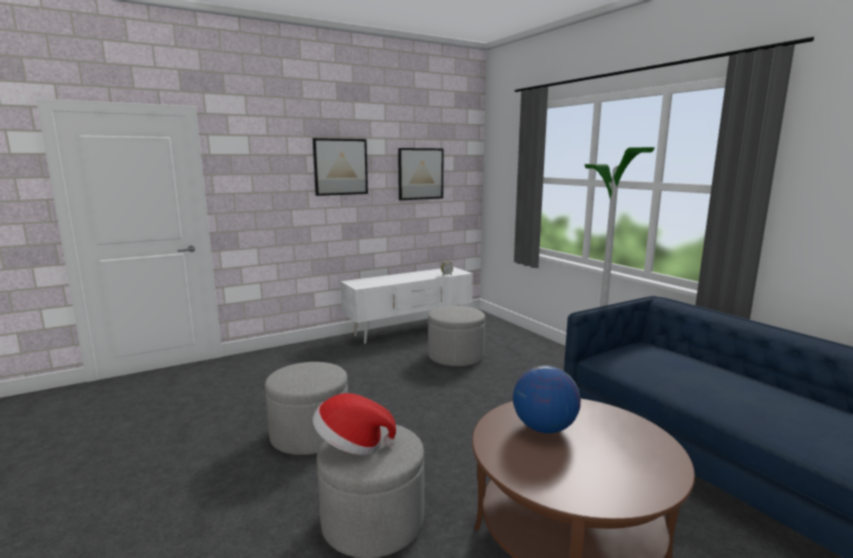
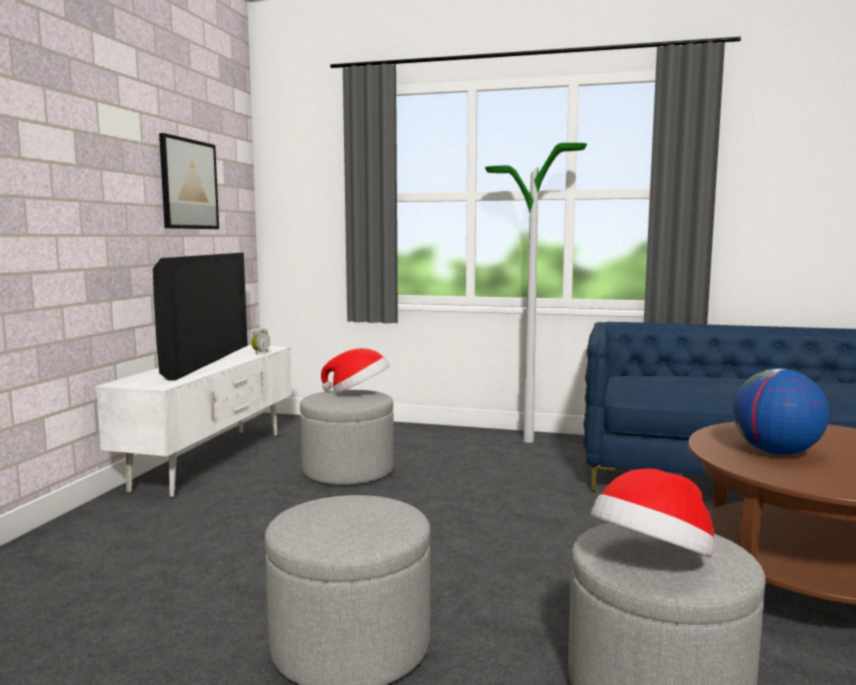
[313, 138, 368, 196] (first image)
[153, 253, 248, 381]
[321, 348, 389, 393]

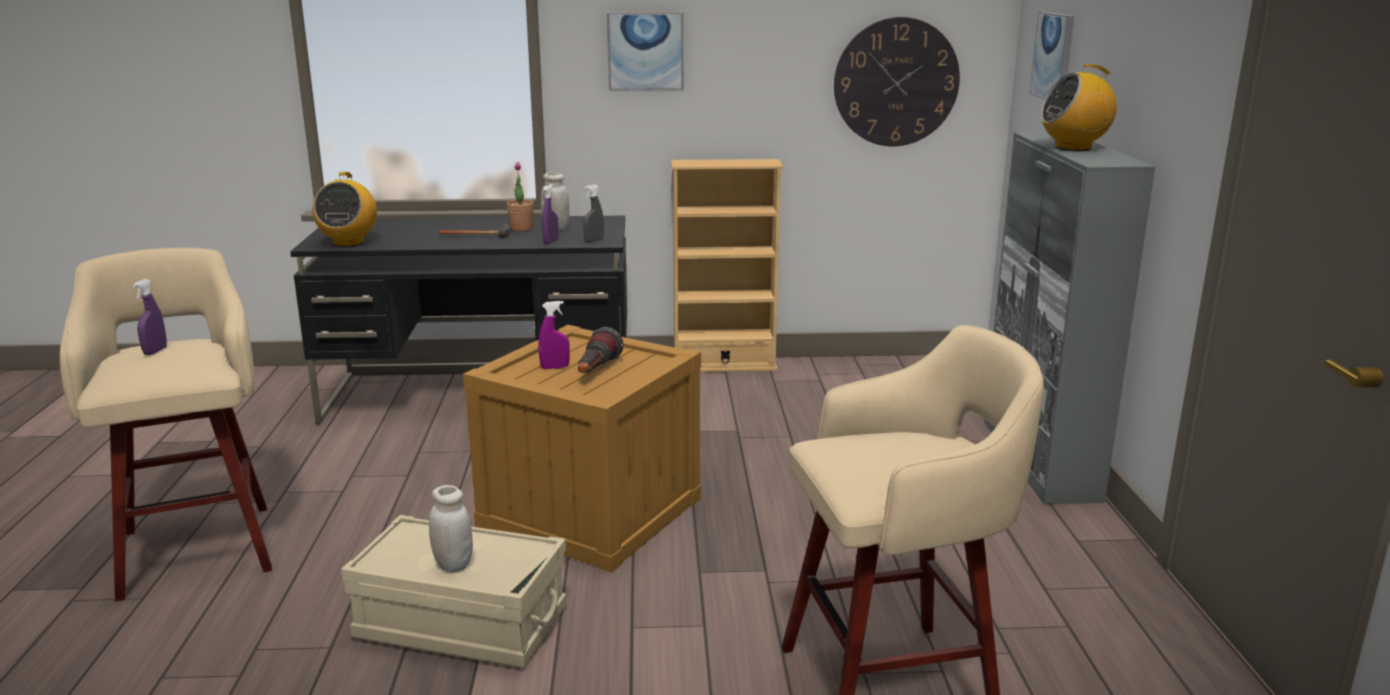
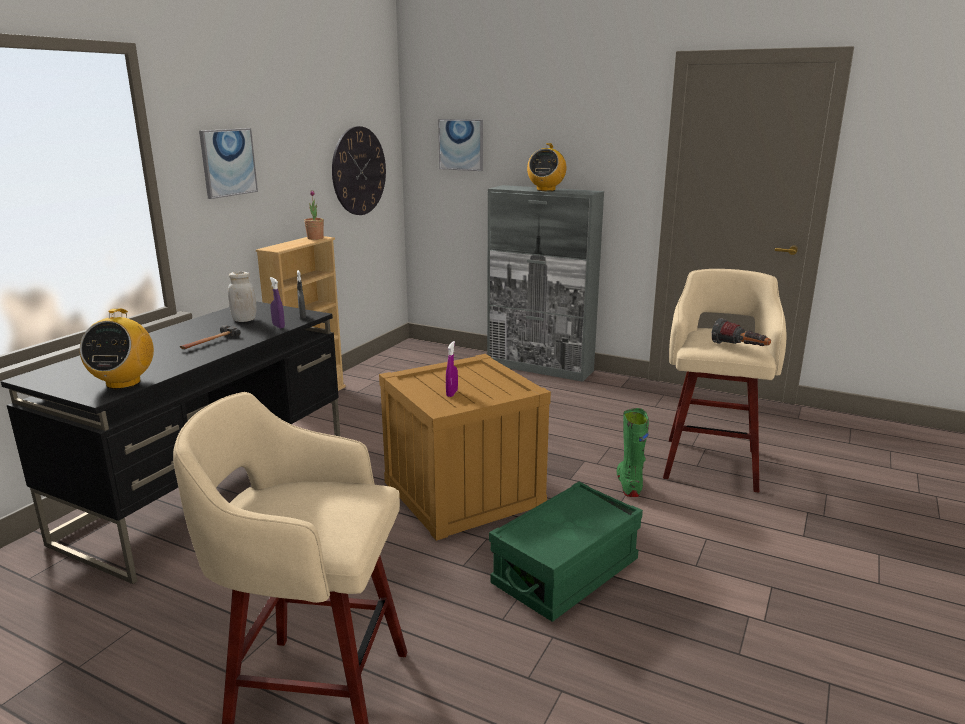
[133, 279, 167, 355] (first image)
[429, 485, 473, 572] (first image)
[616, 408, 649, 497]
[304, 190, 324, 240]
[711, 318, 771, 346]
[489, 482, 643, 622]
[80, 309, 154, 389]

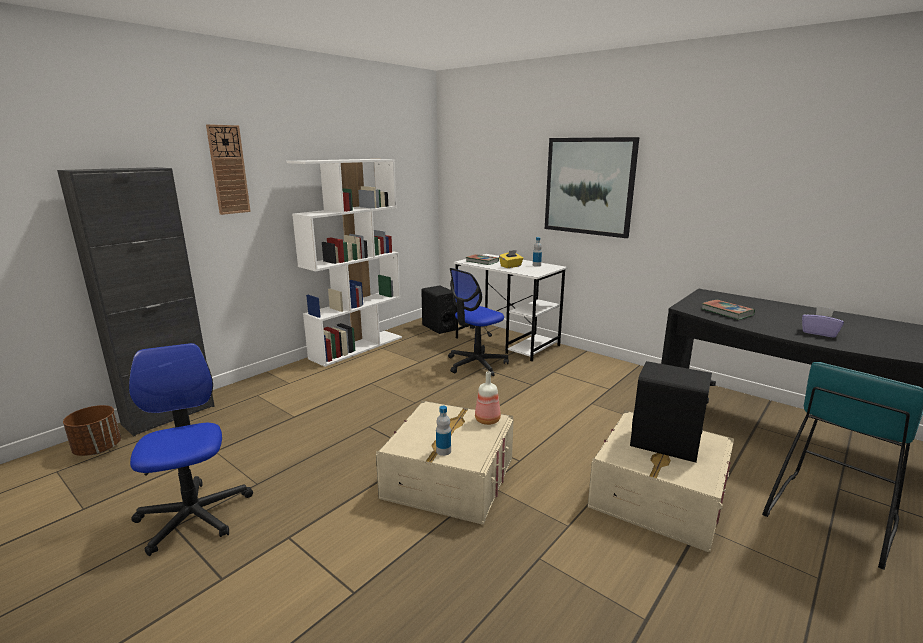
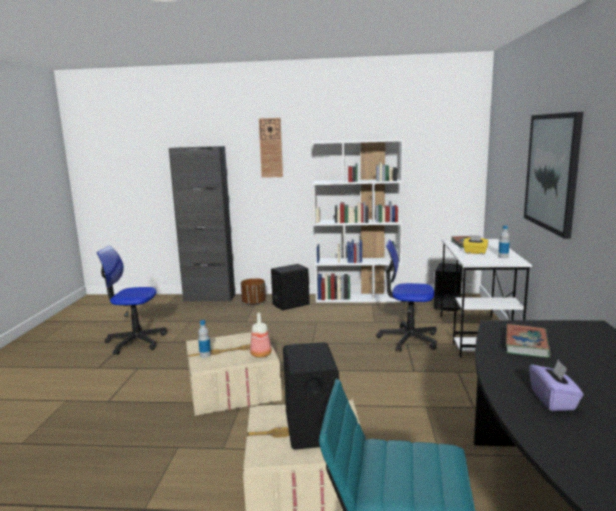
[271, 264, 310, 311]
[241, 278, 266, 305]
[97, 246, 167, 355]

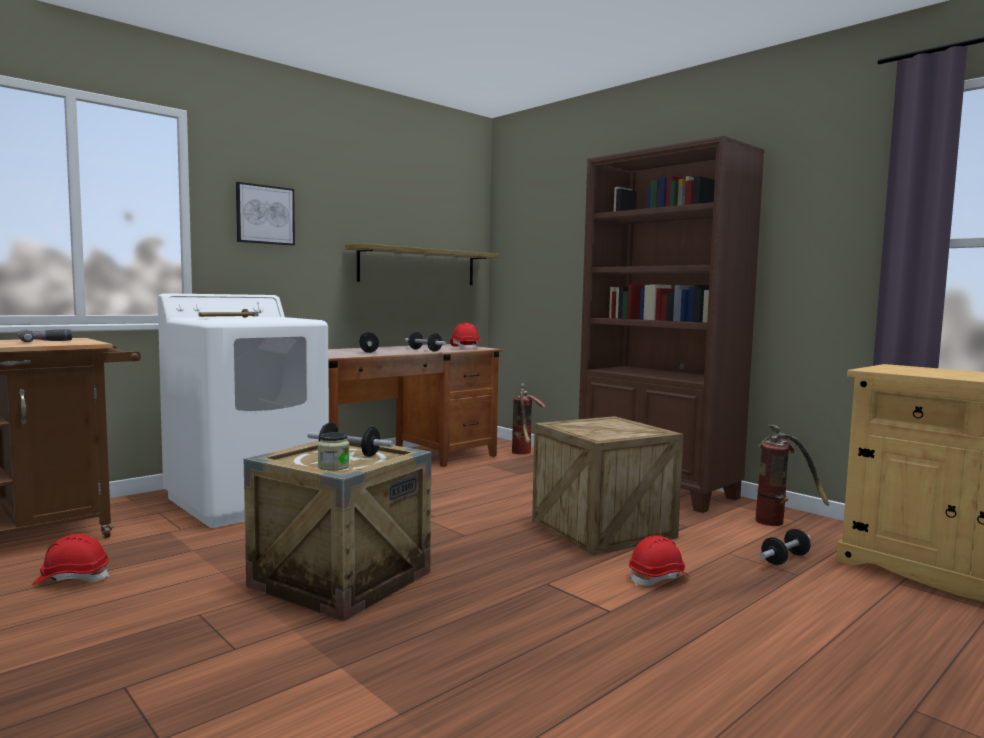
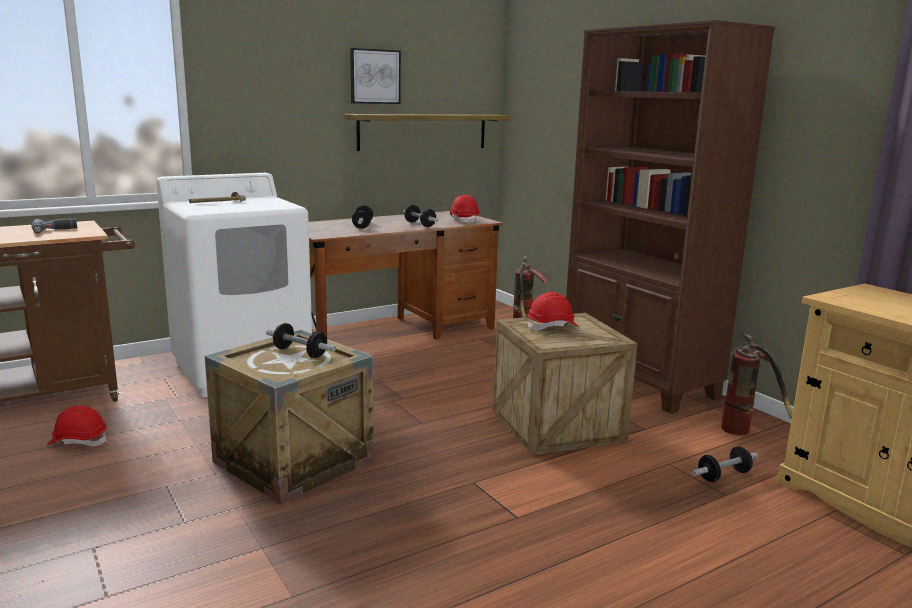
[318, 432, 349, 471] (first image)
[350, 48, 401, 104]
[527, 292, 579, 330]

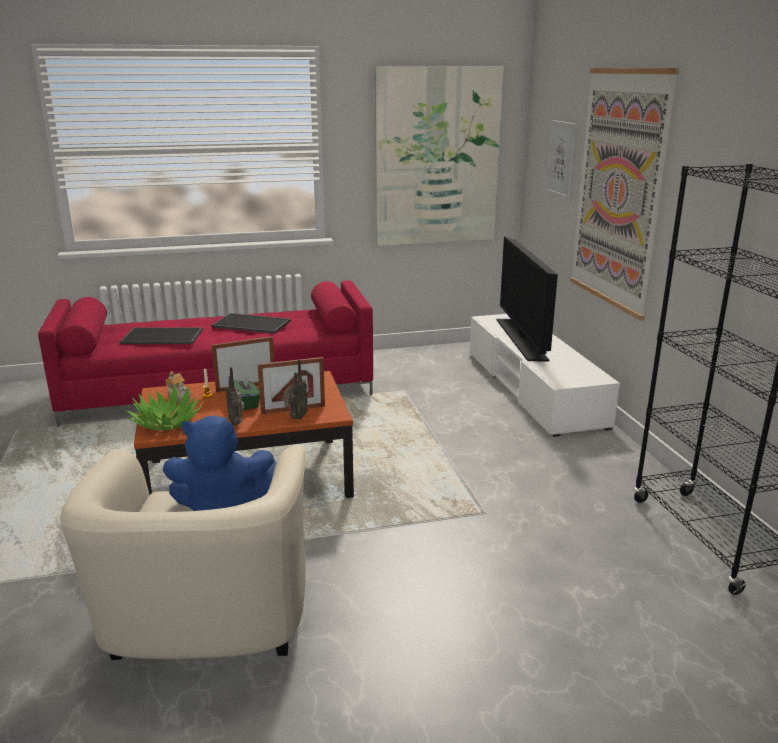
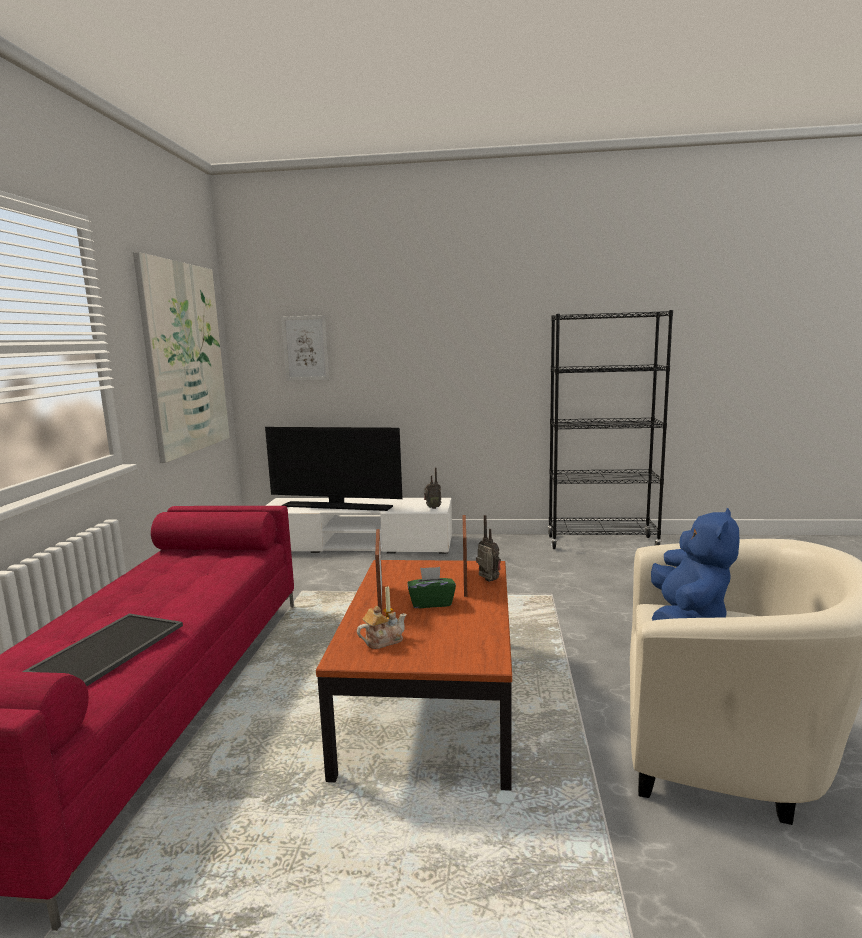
[125, 384, 202, 431] (first image)
[211, 313, 291, 334] (first image)
[570, 68, 679, 321] (first image)
[424, 467, 442, 509]

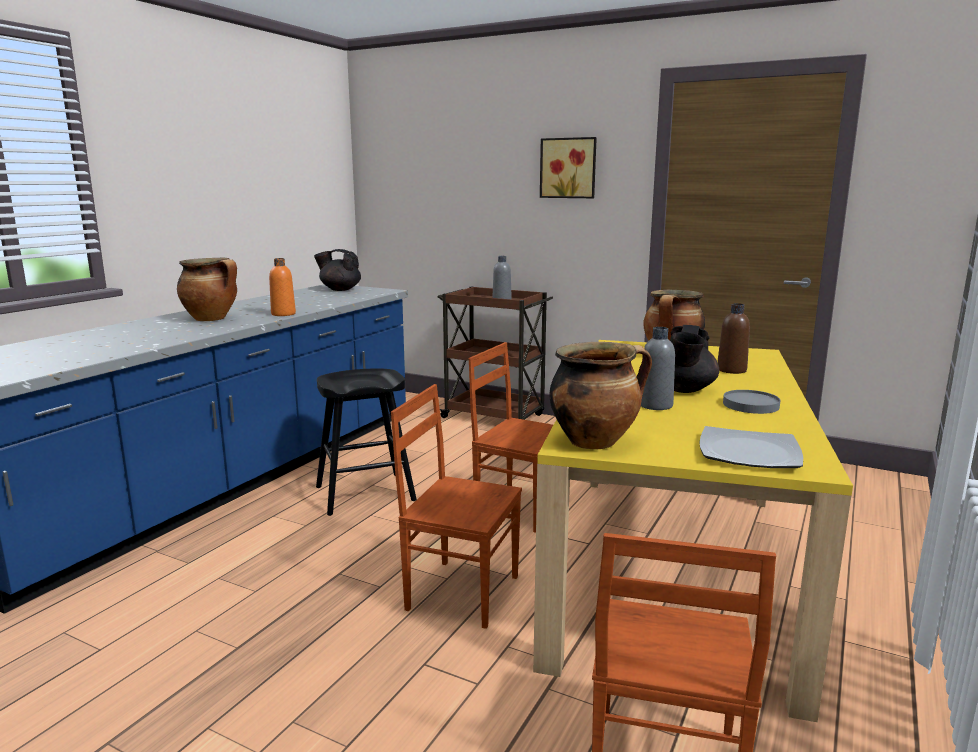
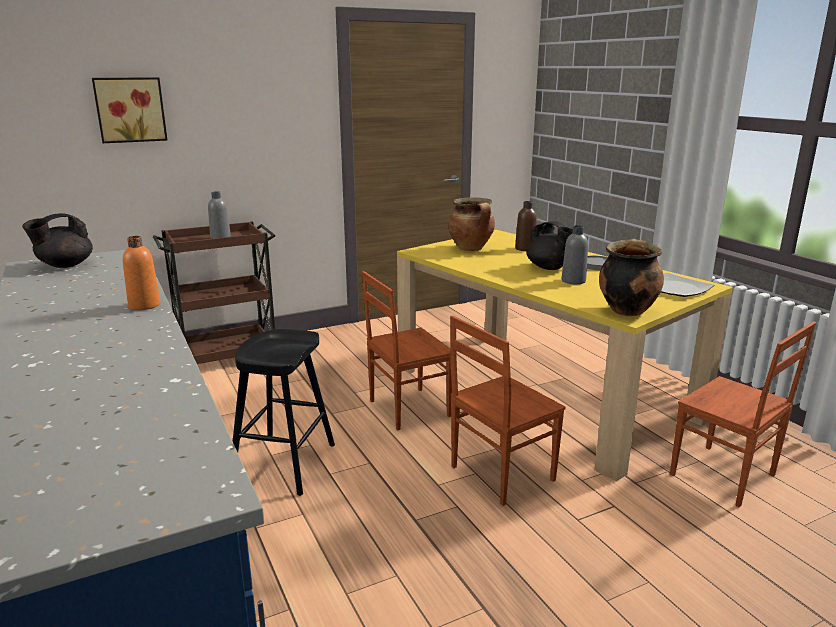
[177, 258, 237, 321] (first image)
[92, 77, 168, 143]

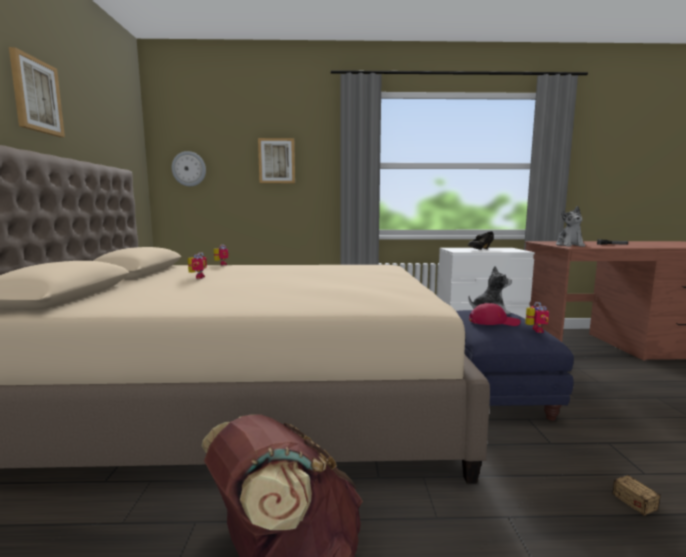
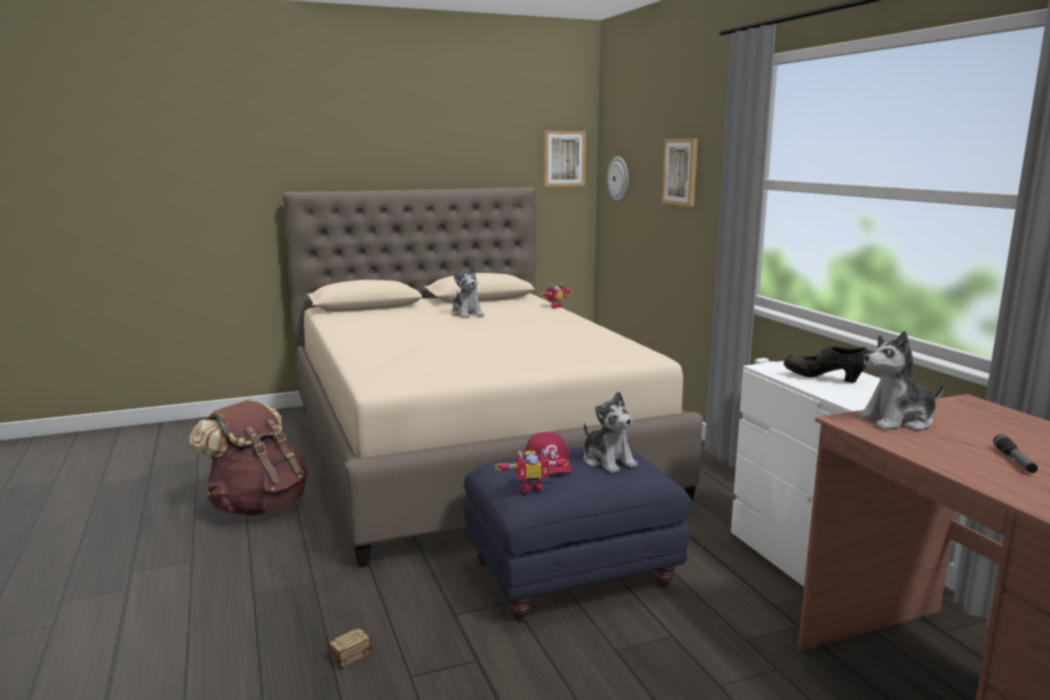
[543, 131, 586, 187]
[451, 266, 484, 318]

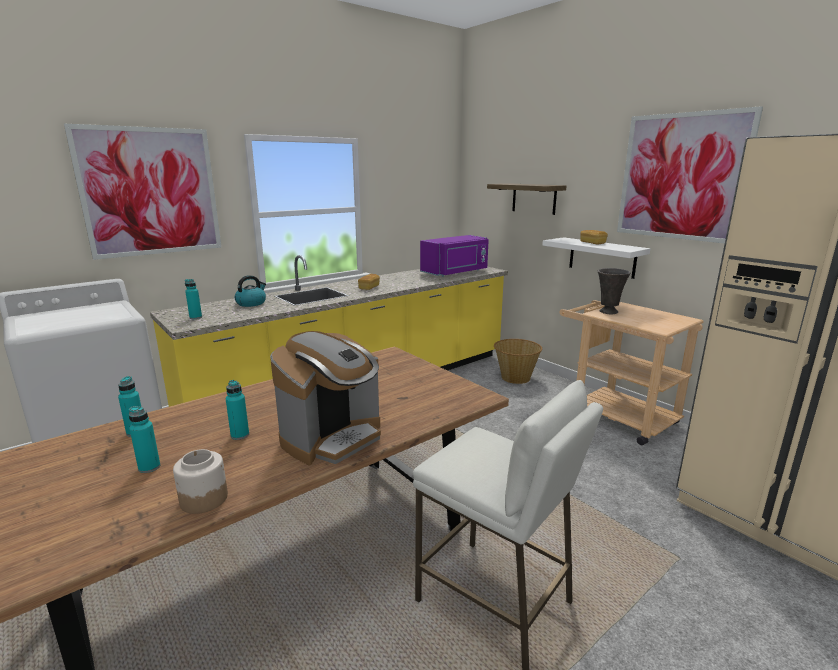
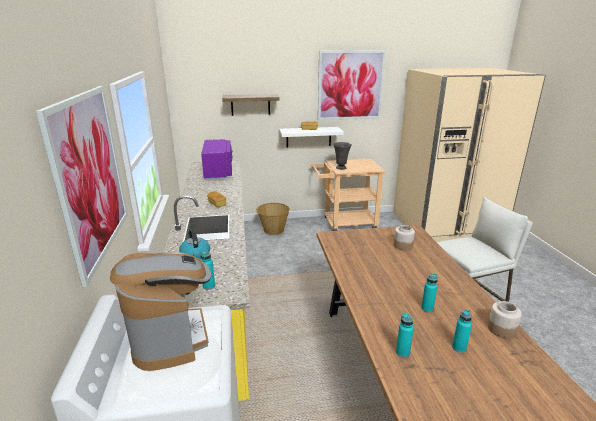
[394, 225, 415, 250]
[110, 252, 211, 371]

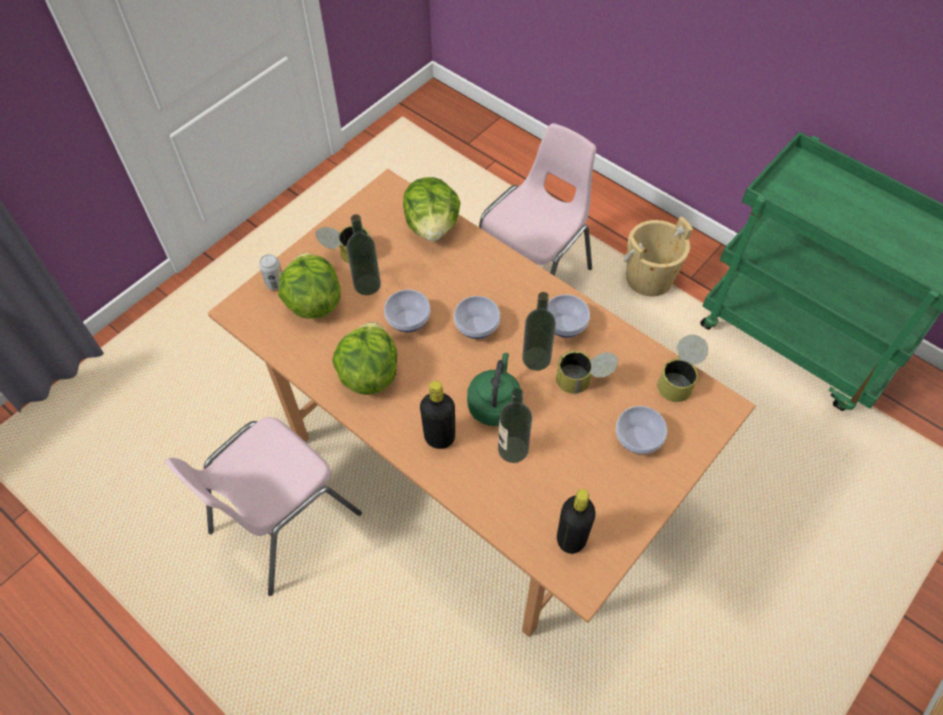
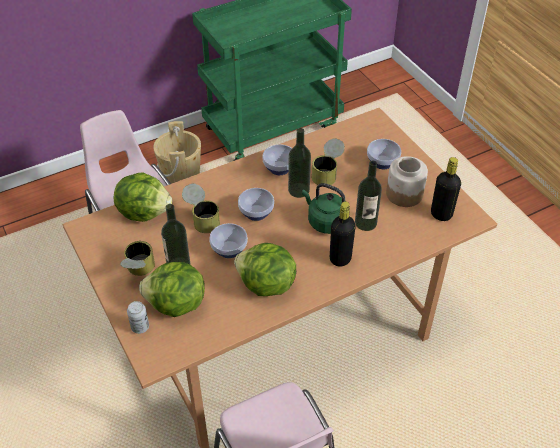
[386, 156, 428, 207]
[182, 183, 220, 233]

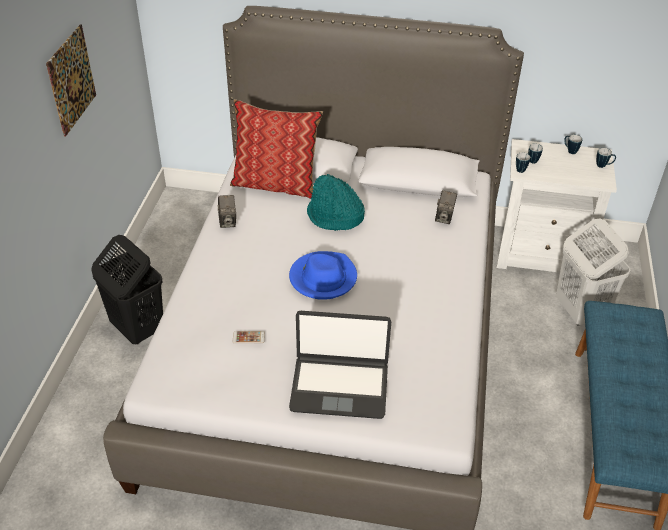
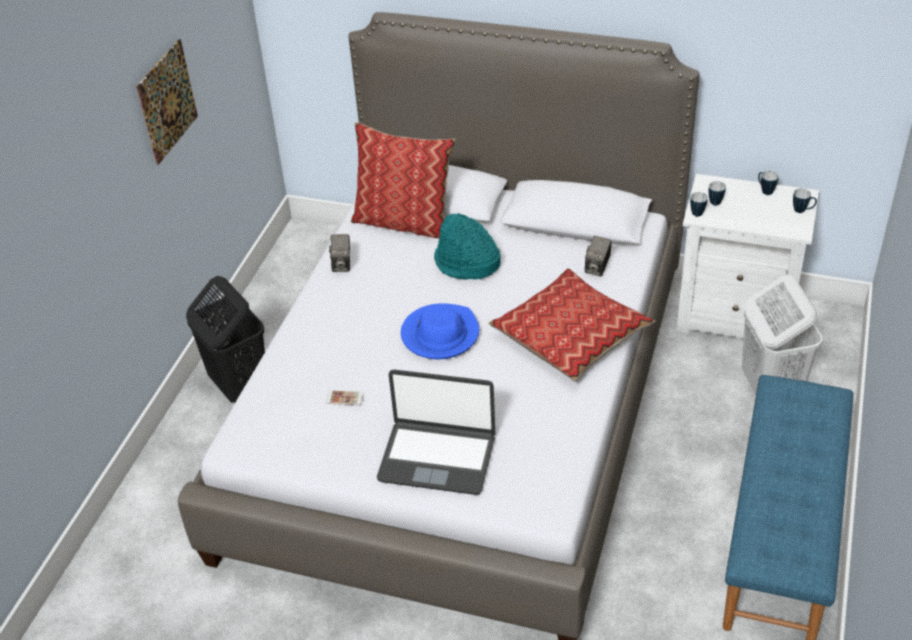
[489, 268, 655, 381]

